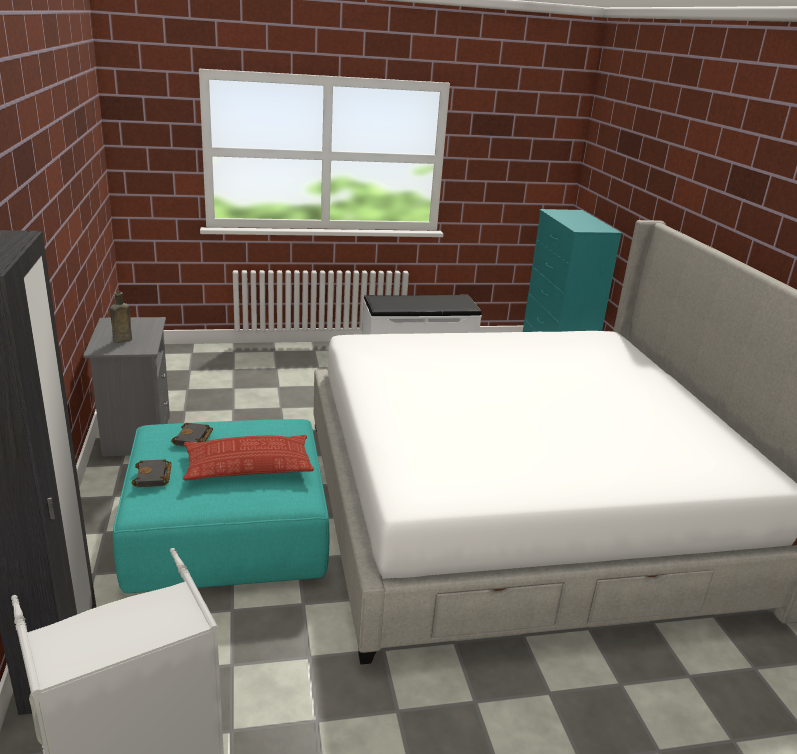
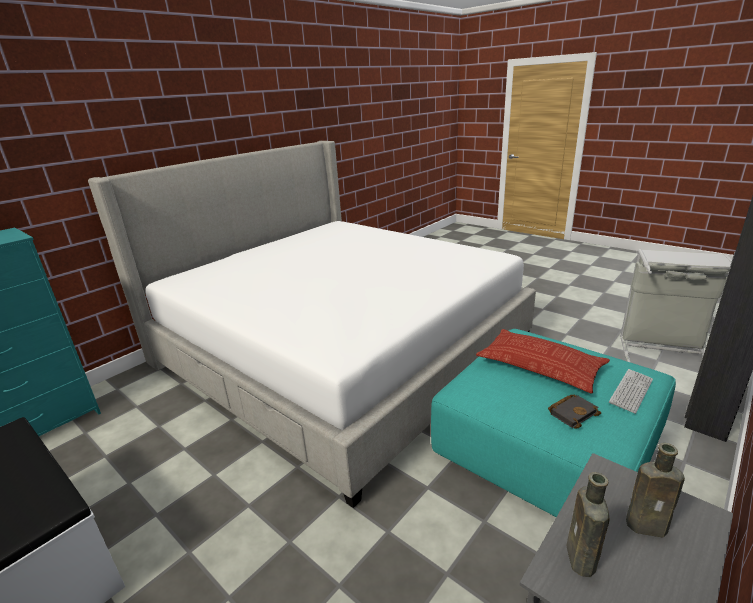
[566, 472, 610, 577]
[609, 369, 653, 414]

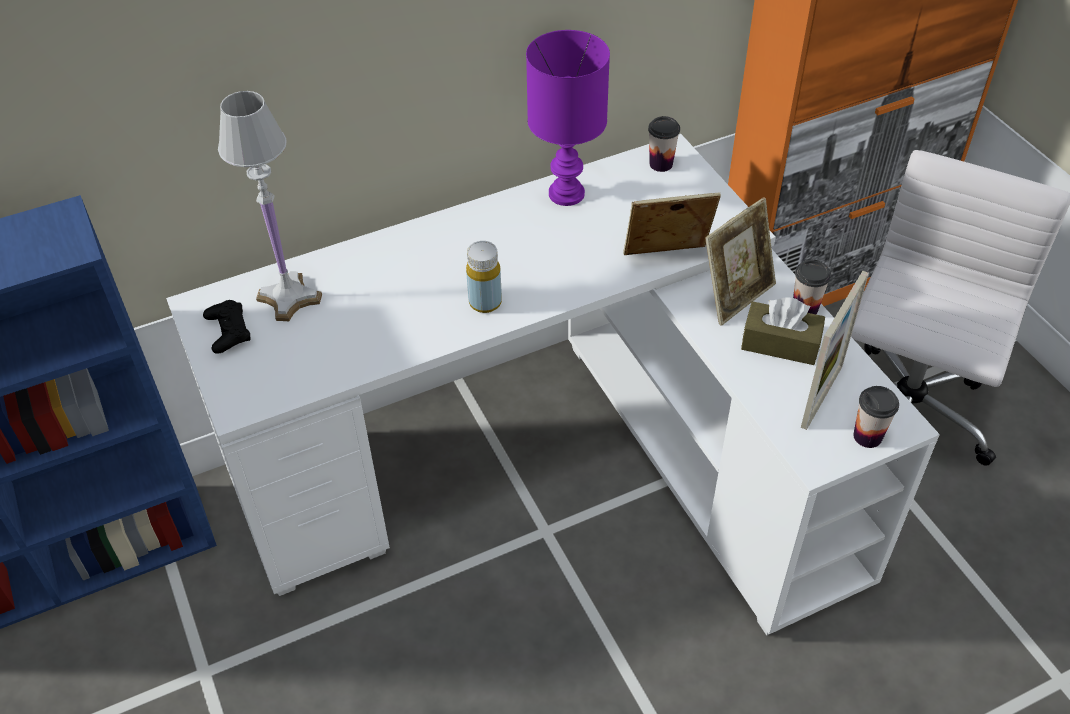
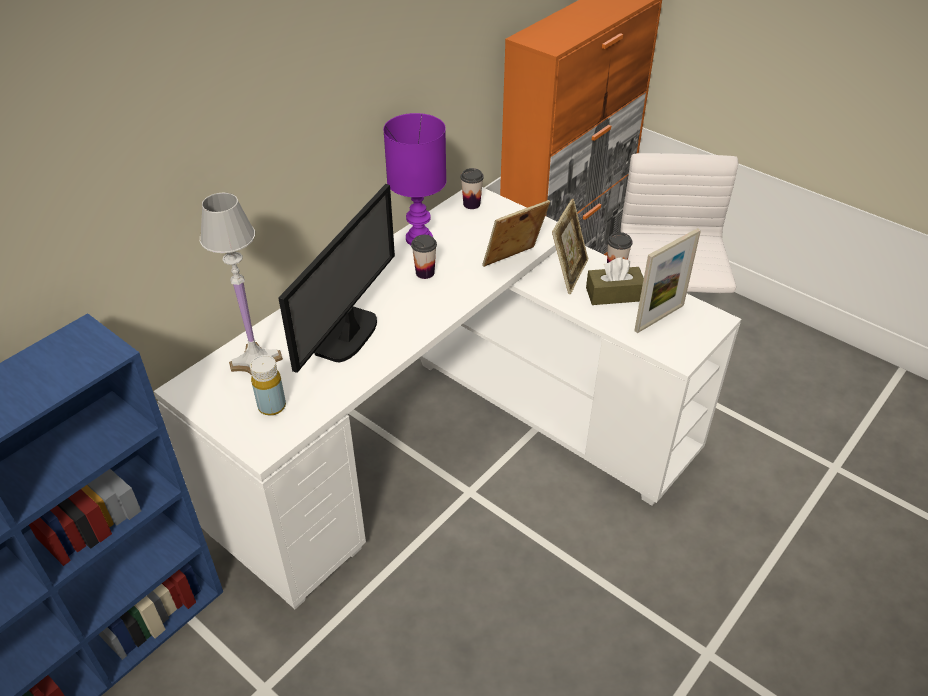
[203, 300, 251, 354] (first image)
[278, 184, 395, 373]
[250, 355, 286, 416]
[411, 235, 437, 279]
[634, 228, 701, 333]

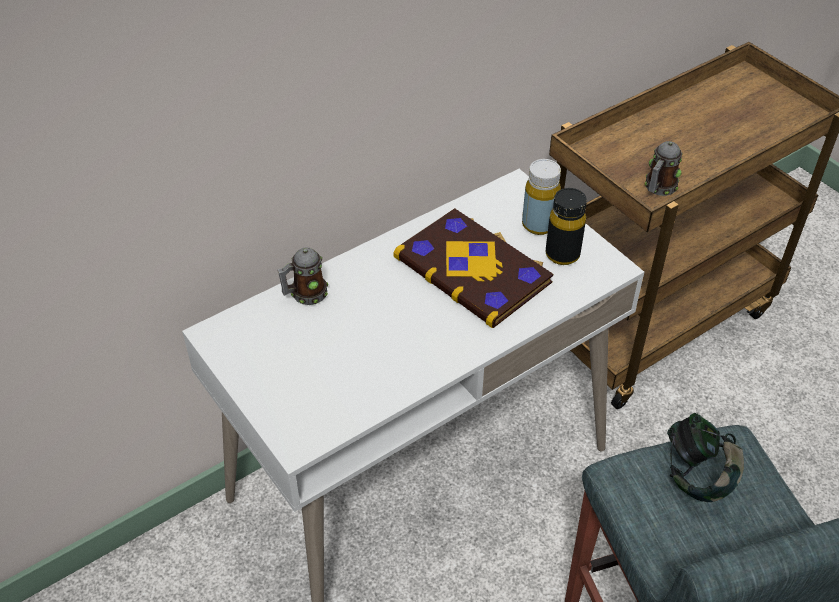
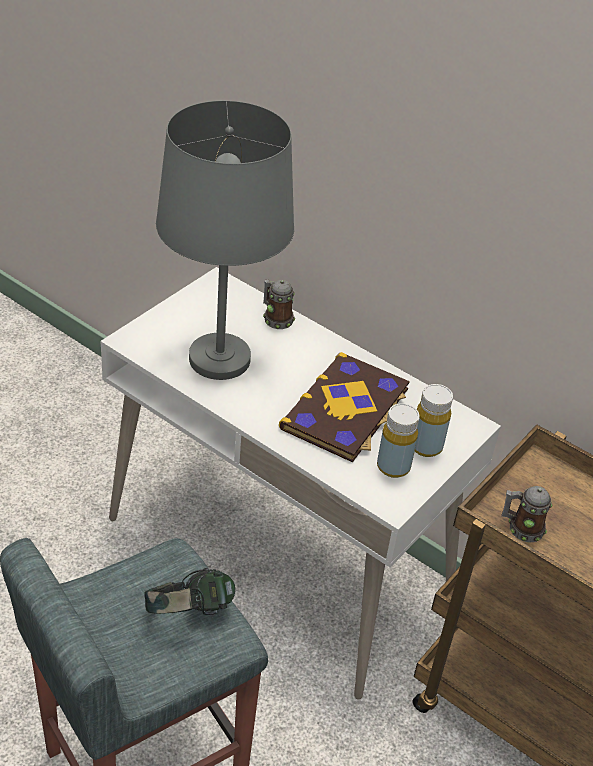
[156, 101, 294, 380]
[377, 403, 420, 478]

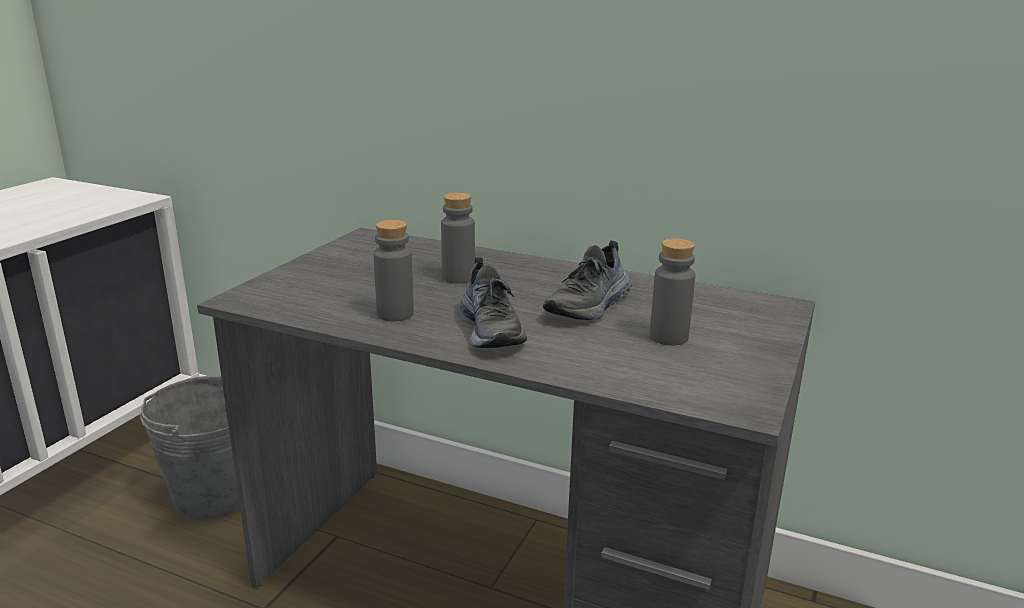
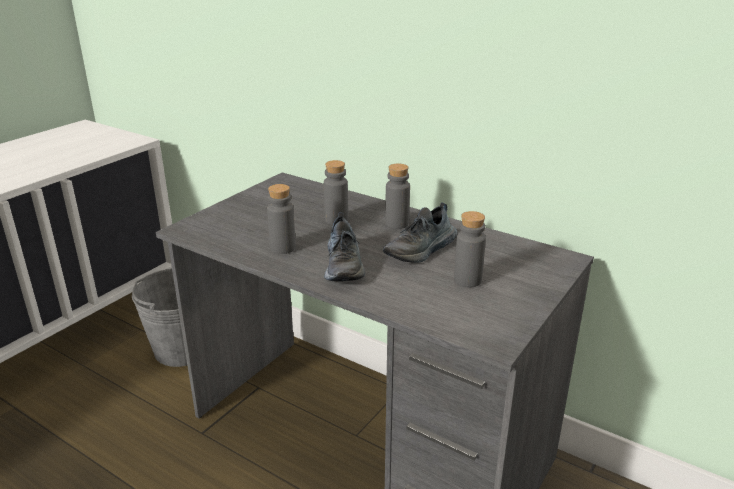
[385, 163, 410, 229]

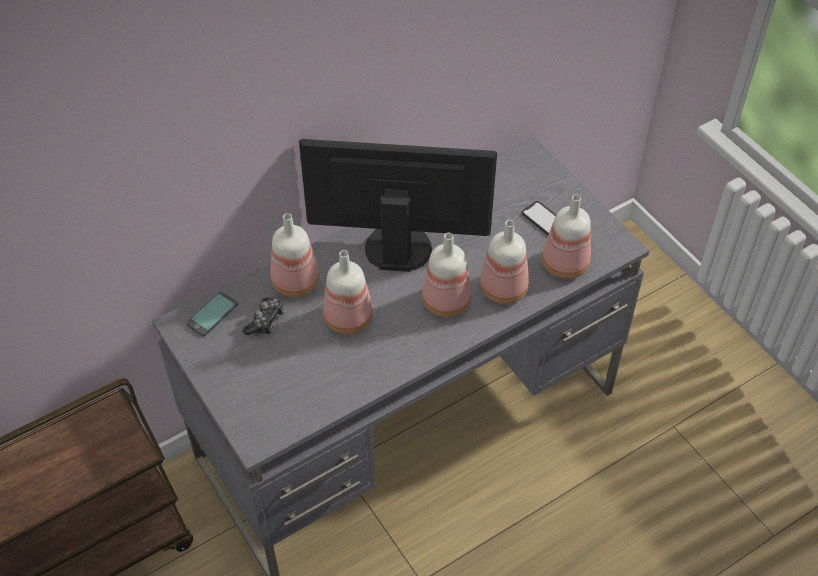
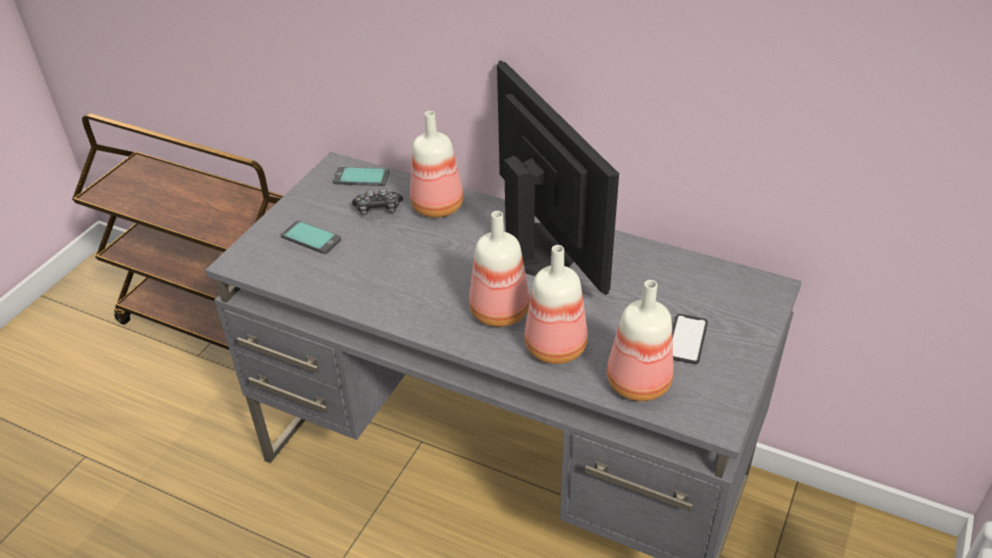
[323, 250, 373, 334] (first image)
[281, 220, 341, 254]

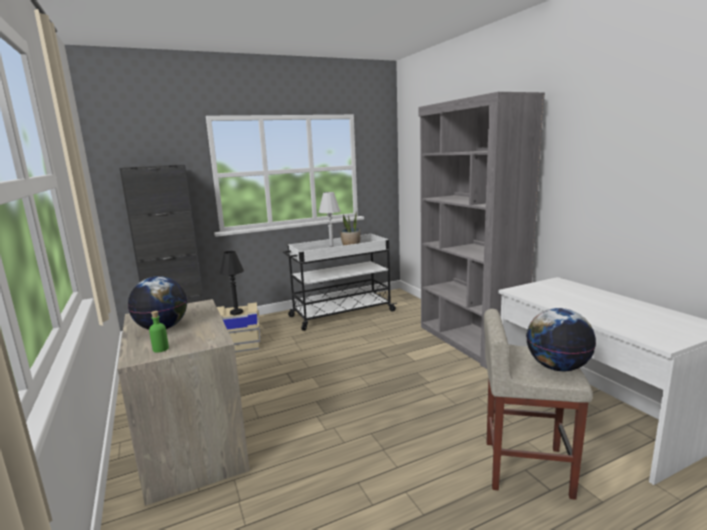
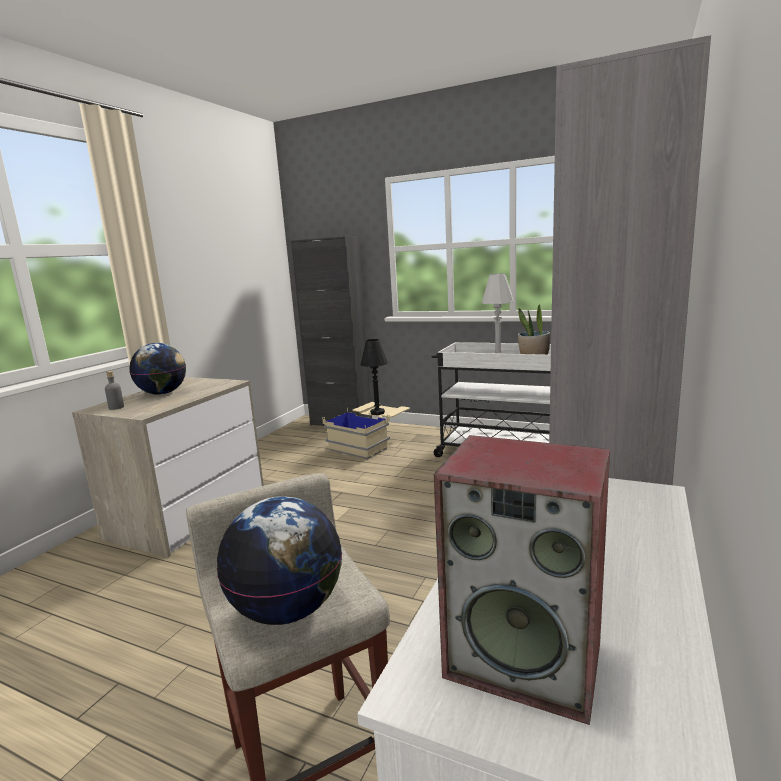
[434, 435, 610, 725]
[105, 371, 124, 410]

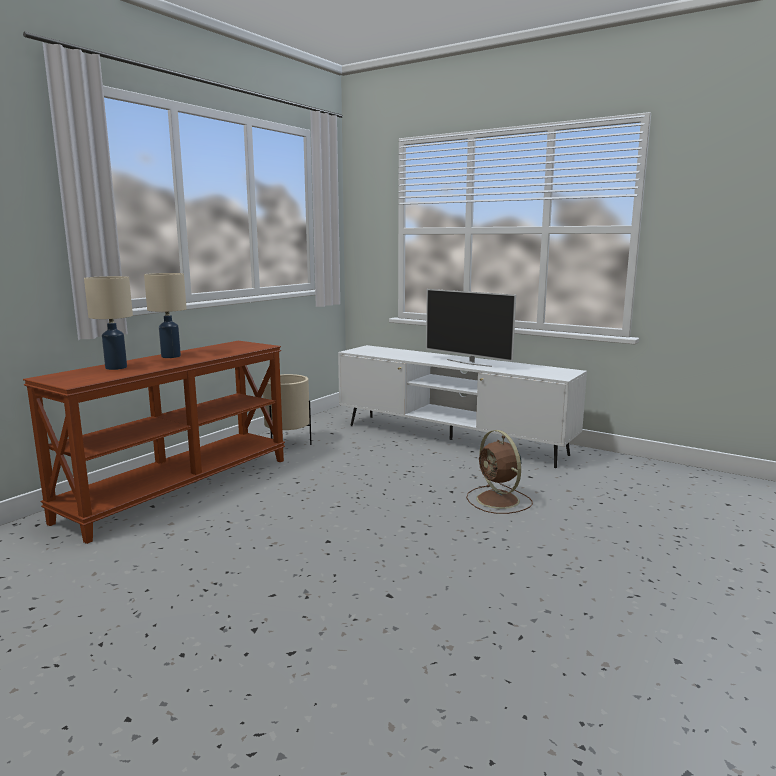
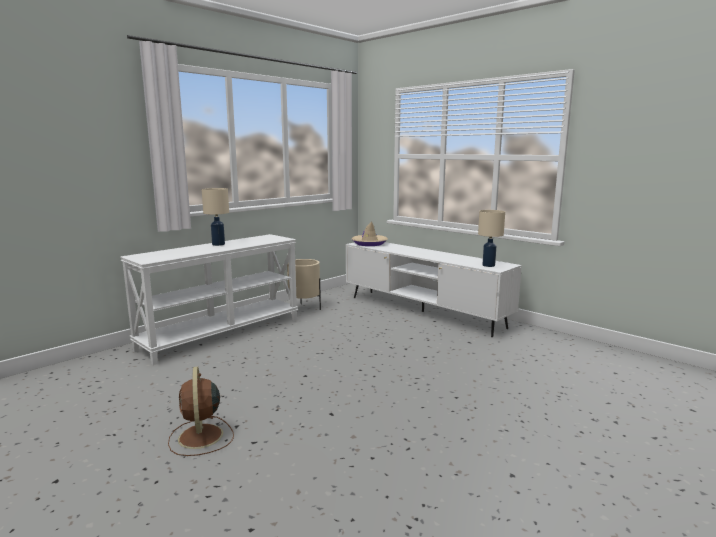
[426, 289, 516, 367] (first image)
[352, 221, 388, 246]
[478, 210, 505, 267]
[168, 366, 234, 456]
[120, 234, 298, 365]

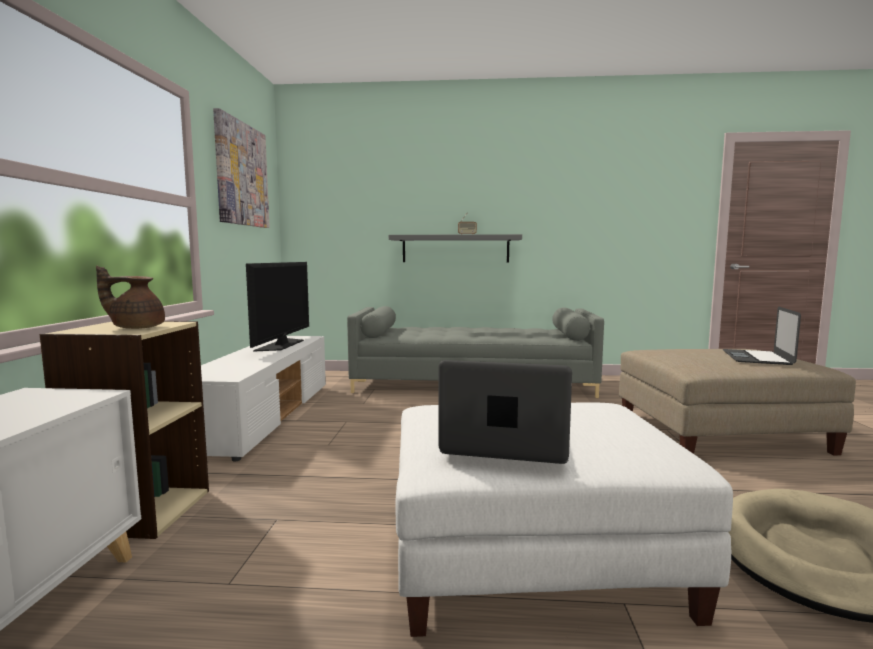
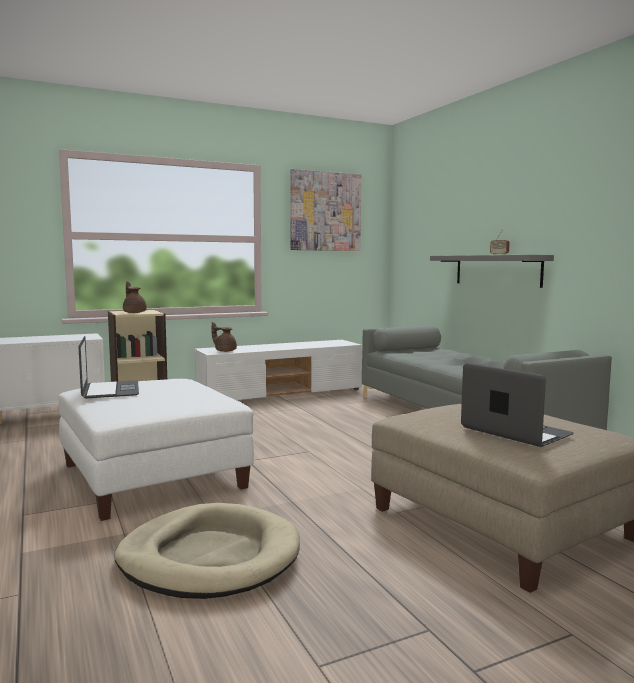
[246, 262, 309, 352] (first image)
[212, 322, 237, 352]
[461, 363, 574, 447]

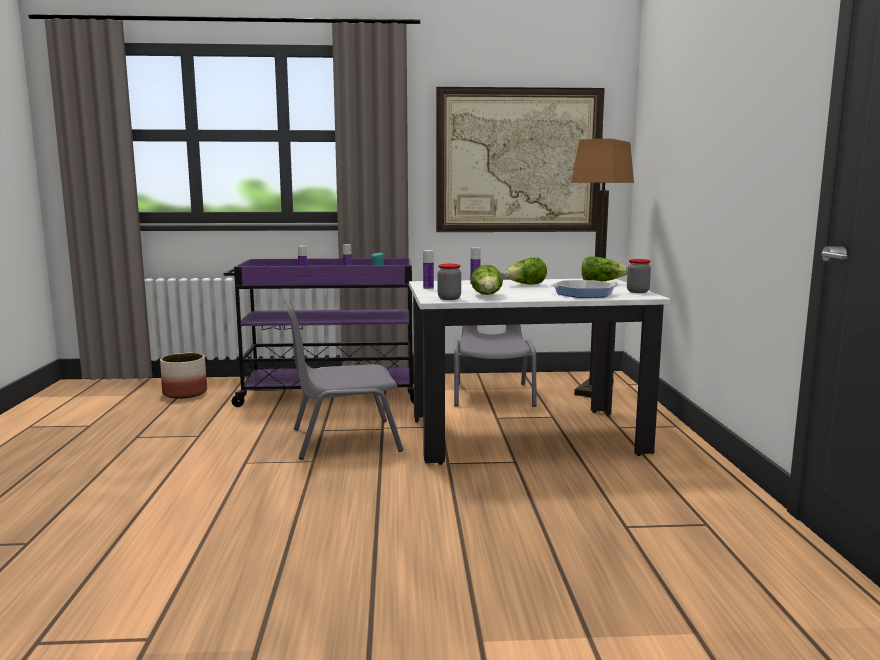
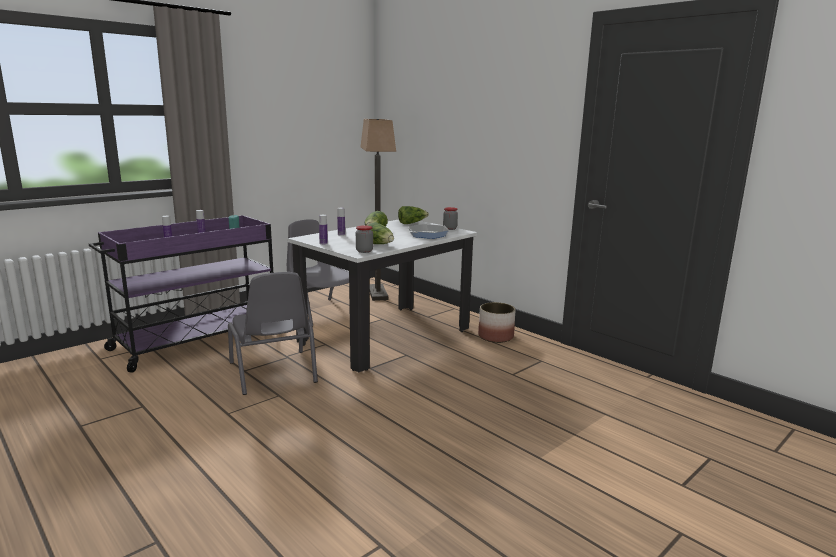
[436, 87, 605, 232] (first image)
[478, 302, 516, 343]
[228, 272, 318, 395]

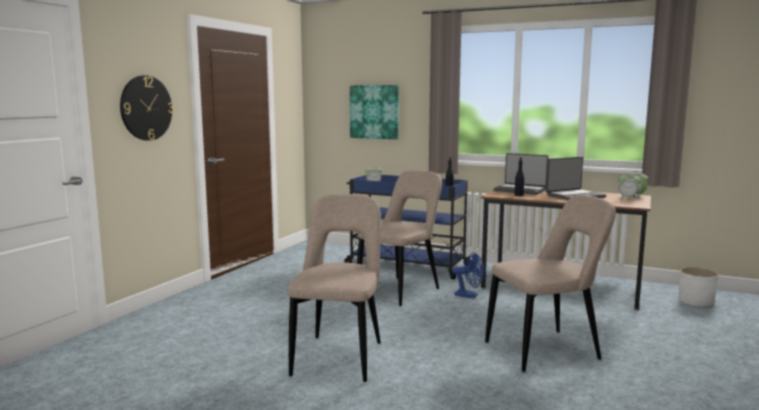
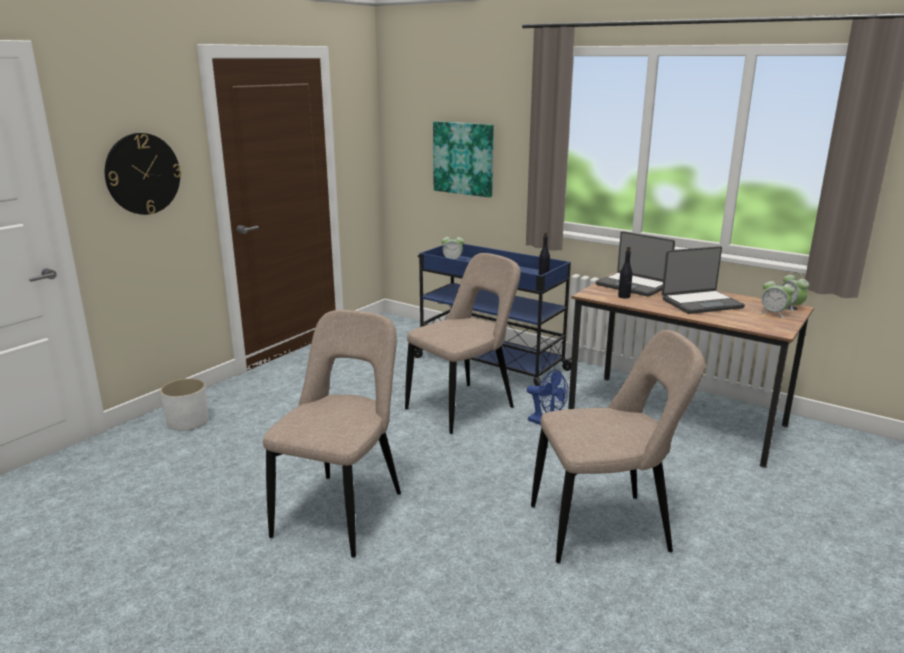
[160, 378, 209, 431]

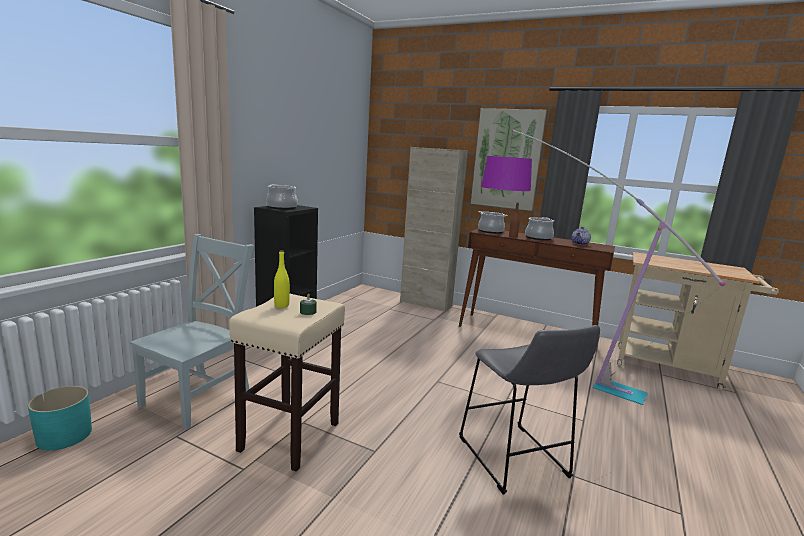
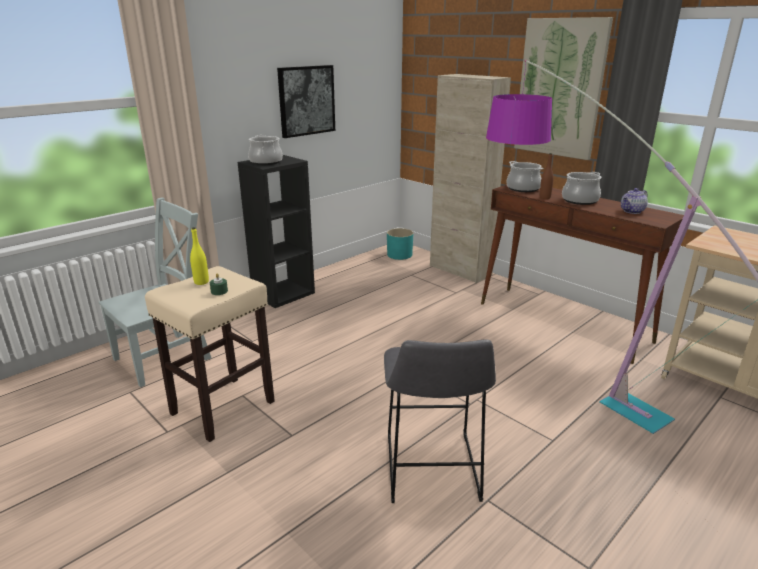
[277, 65, 335, 138]
[387, 228, 413, 260]

